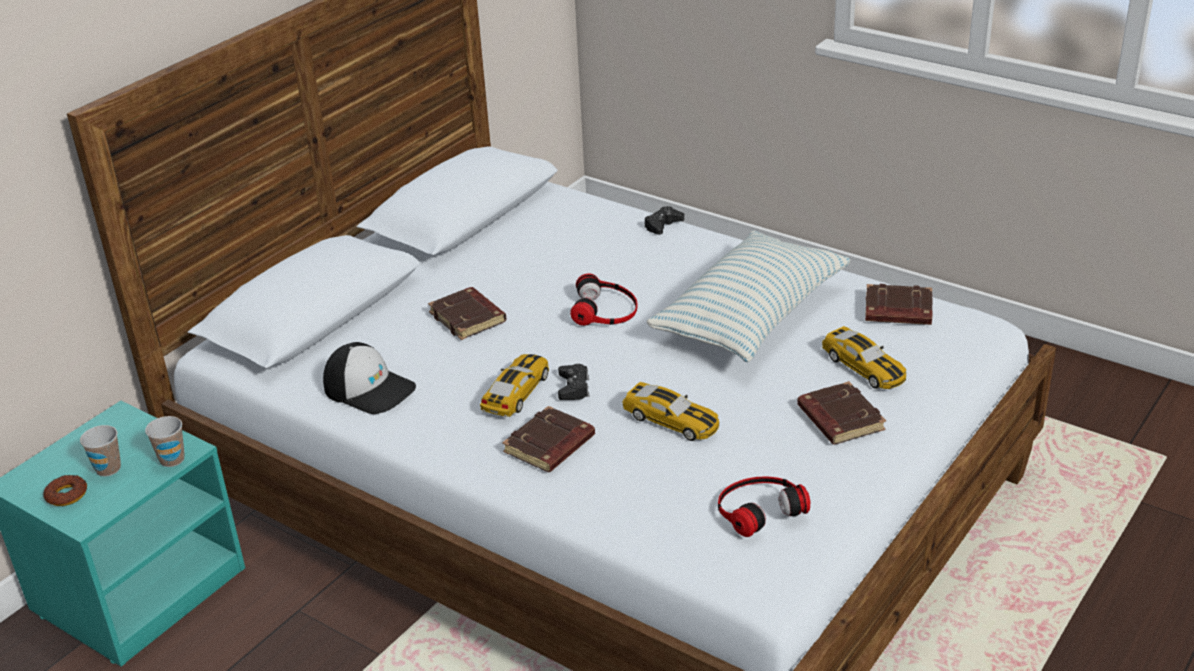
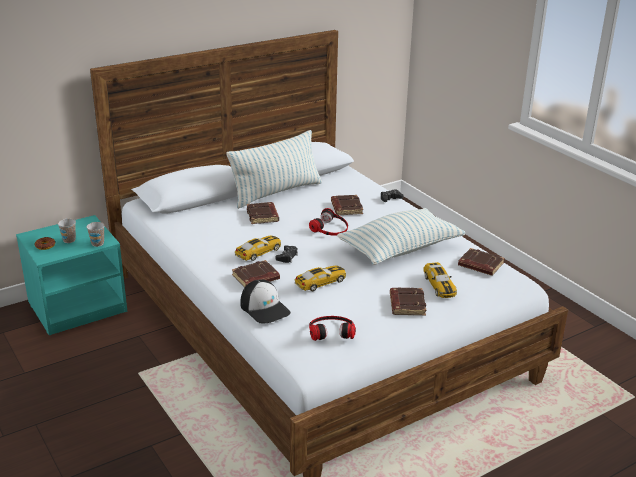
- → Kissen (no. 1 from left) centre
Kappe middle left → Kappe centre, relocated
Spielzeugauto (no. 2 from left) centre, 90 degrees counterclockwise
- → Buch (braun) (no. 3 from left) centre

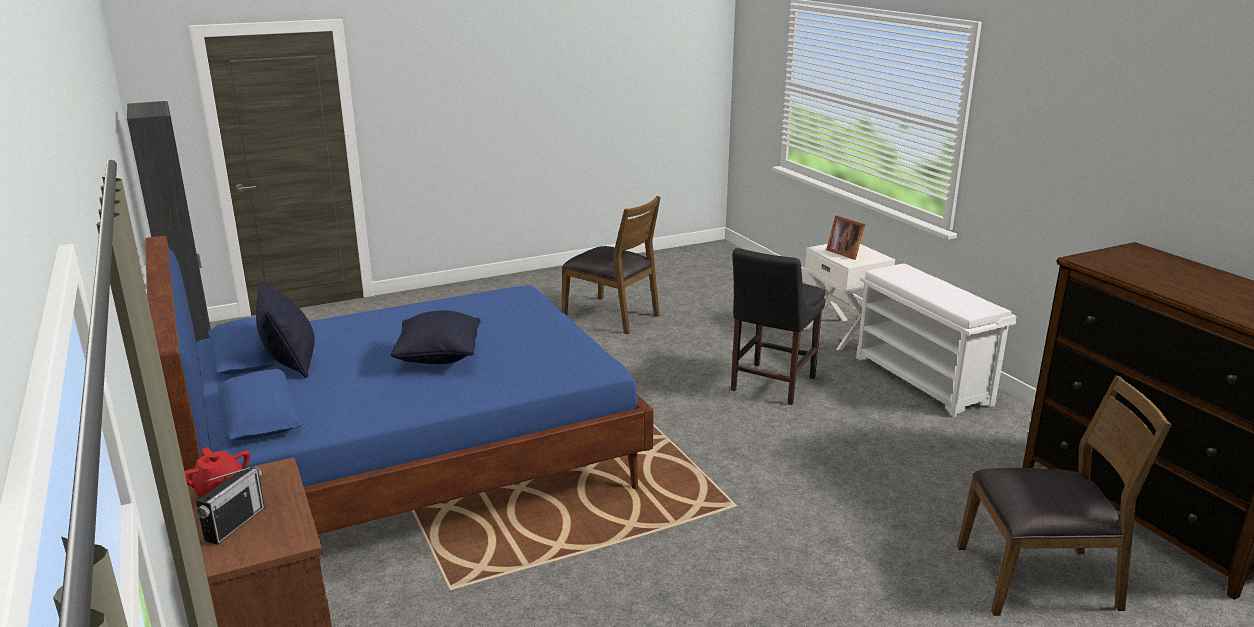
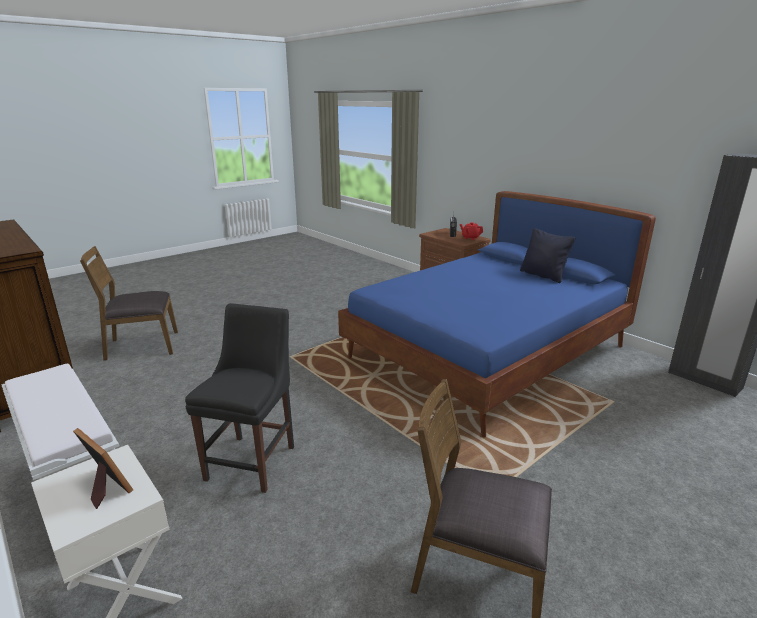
Kissen (schwarz) (no. 2 from left) centre → -

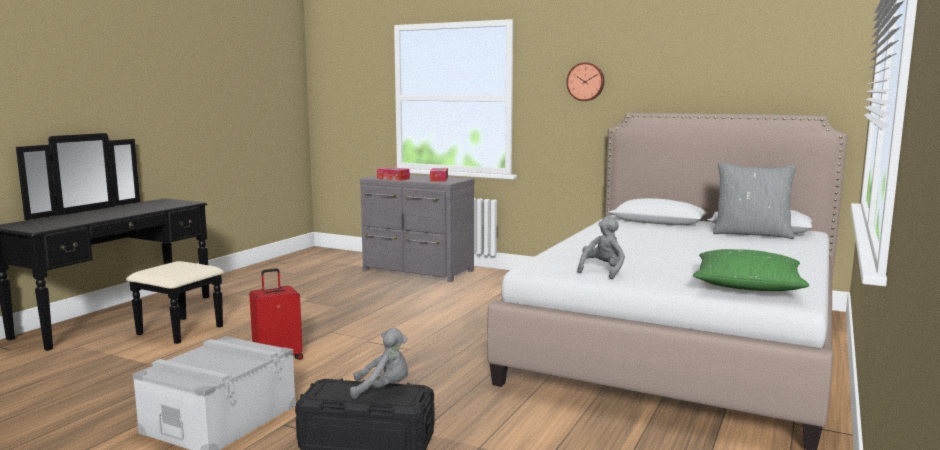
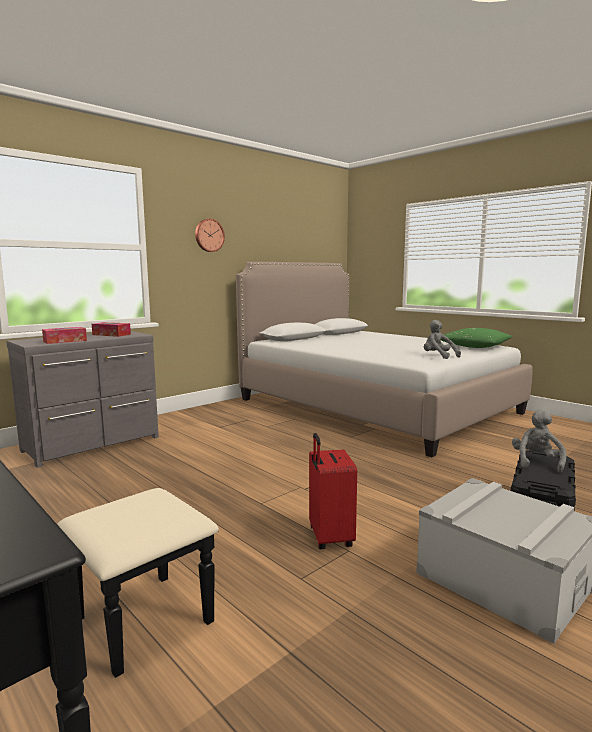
Kissen (grau) middle right → -

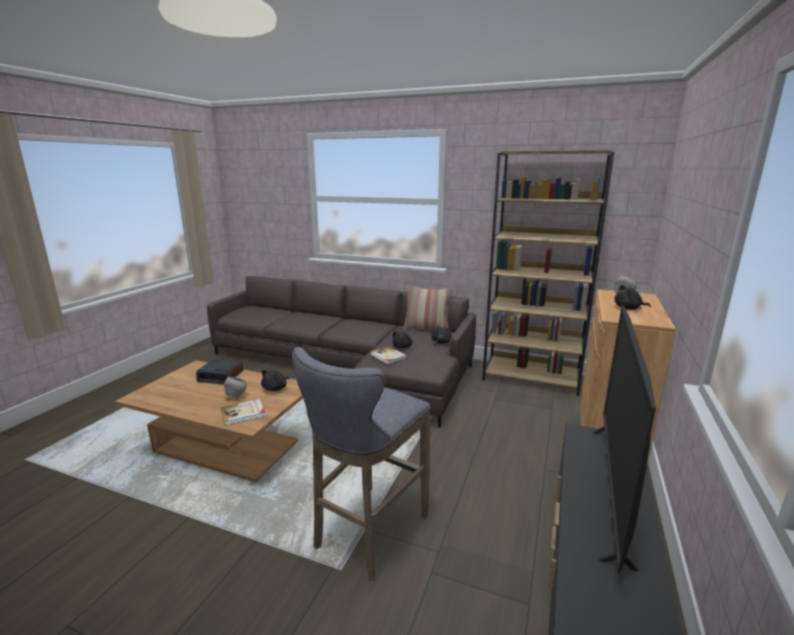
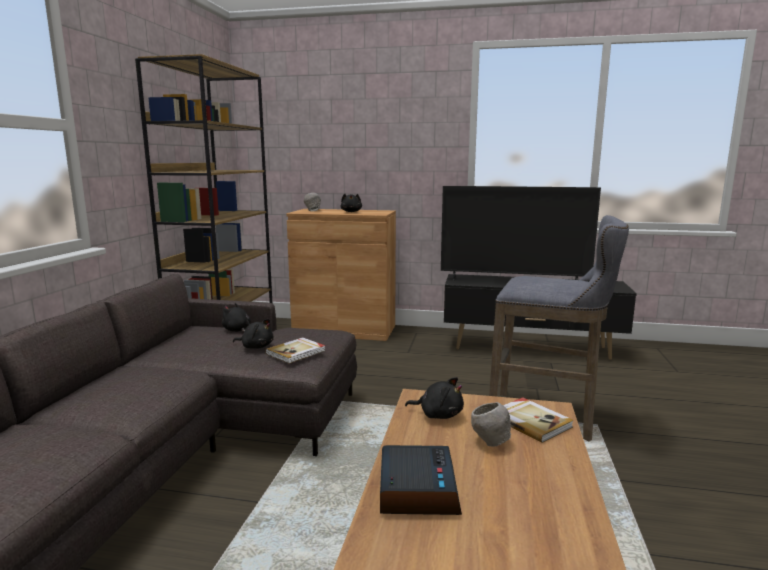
Kissen centre → -

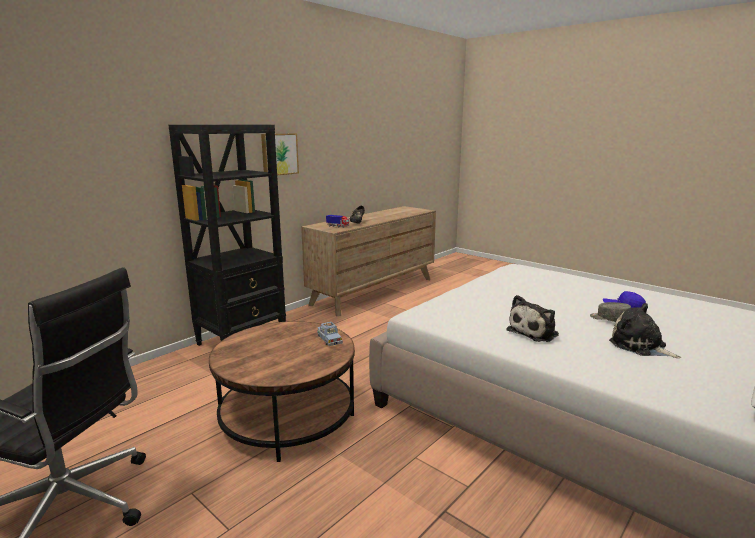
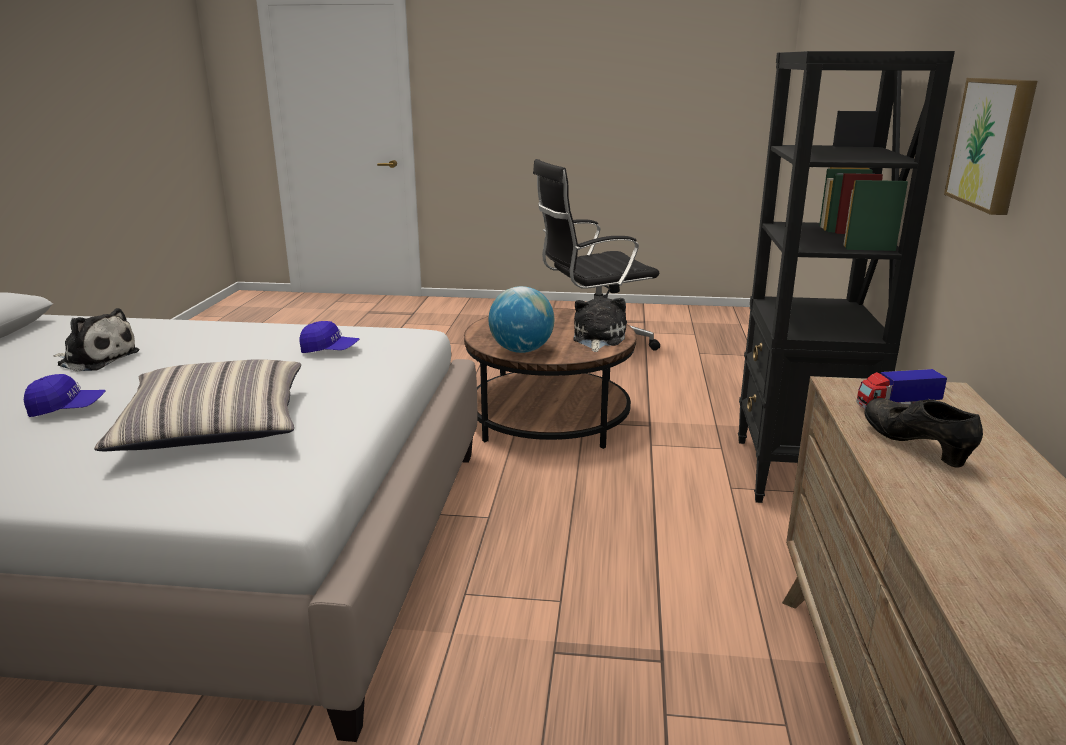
- → Kissen middle left
- → Kappe (blau) (no. 2 from left) middle left
Spielzeugauto (blau) centre → Globus centre
Plüschtier (no. 1 from left in the first image) middle right → Plüschtier (no. 2 from left) centre, relocated
Kappe (grau) middle right → -

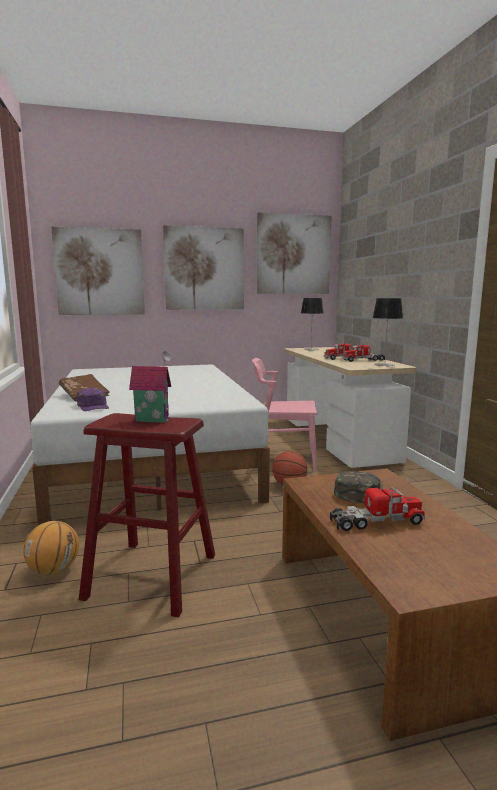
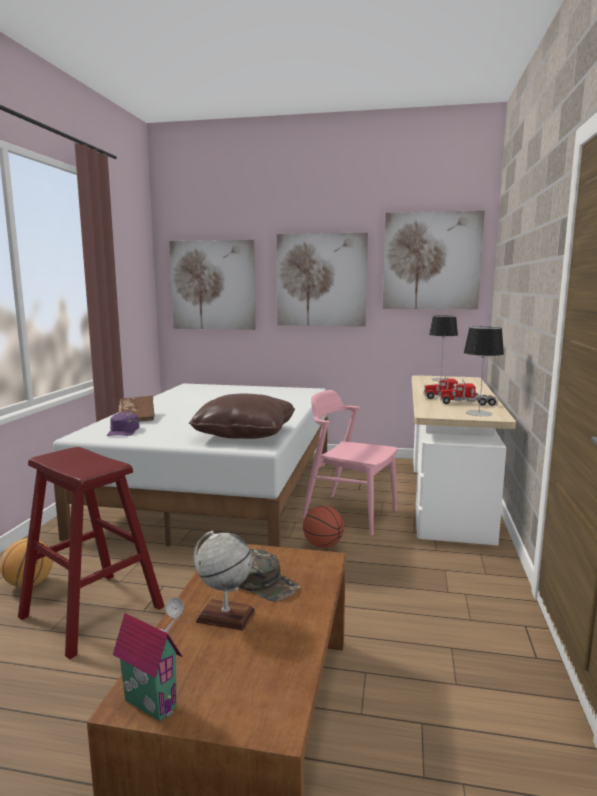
Spielzeughaus middle left → Spielzeughaus bottom left, relocated
- → Kissen (braun) centre
Spielzeuglaster (no. 3 from left) middle right → Globus bottom centre

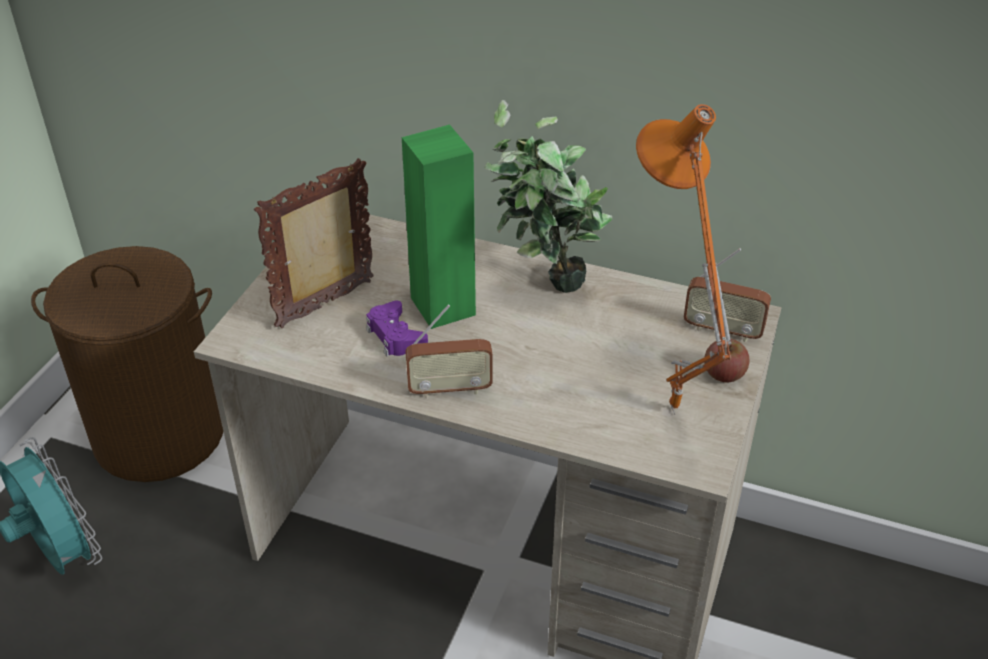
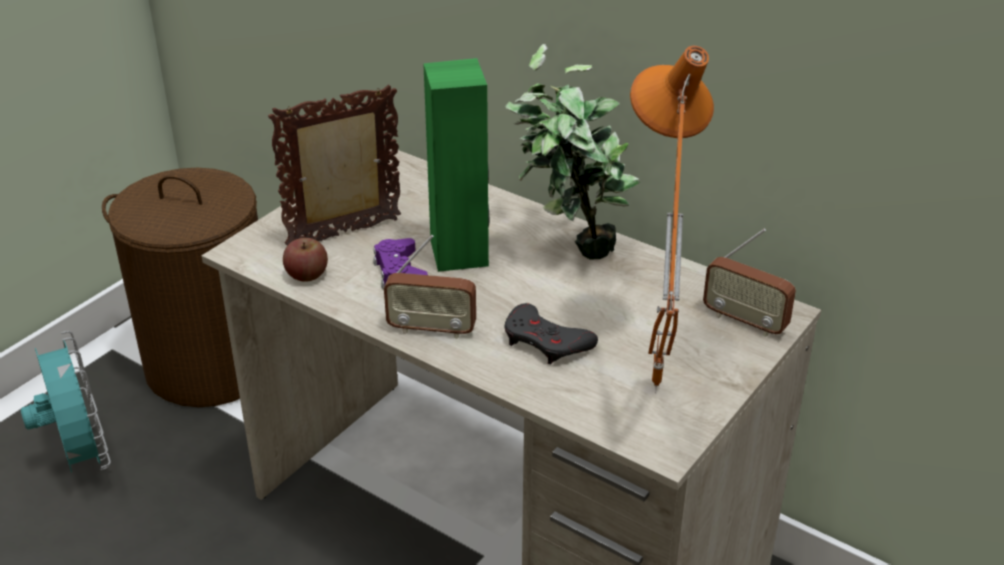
Apfel middle right → Apfel middle left, relocated
- → Gamepad (grau) centre

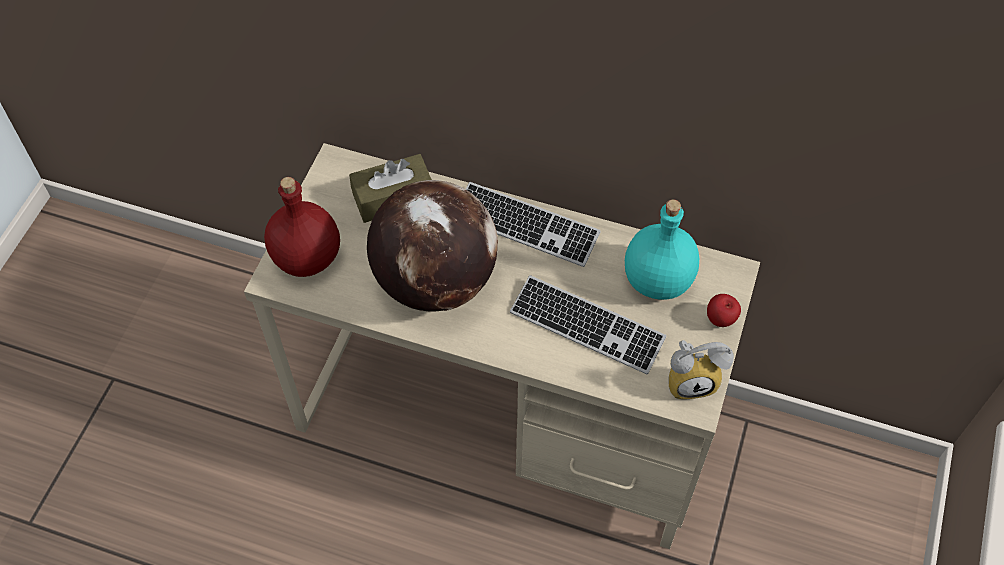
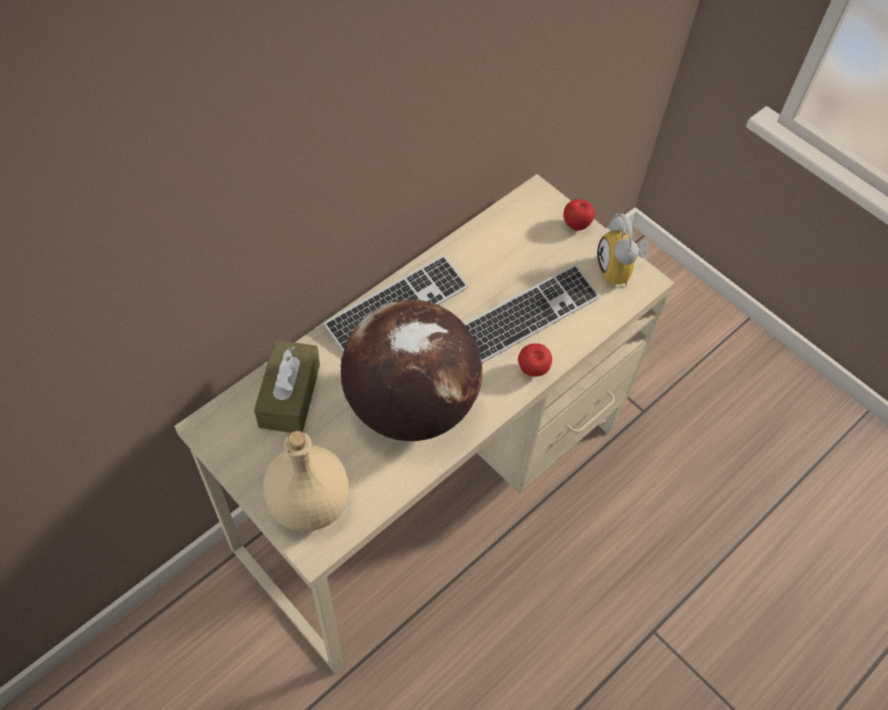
Flasche (rot) middle left → Flasche (beige) bottom centre
- → Apfel (no. 1 from left) centre
Wecker middle right, 150 degrees clockwise
Flasche (türkis) centre → -

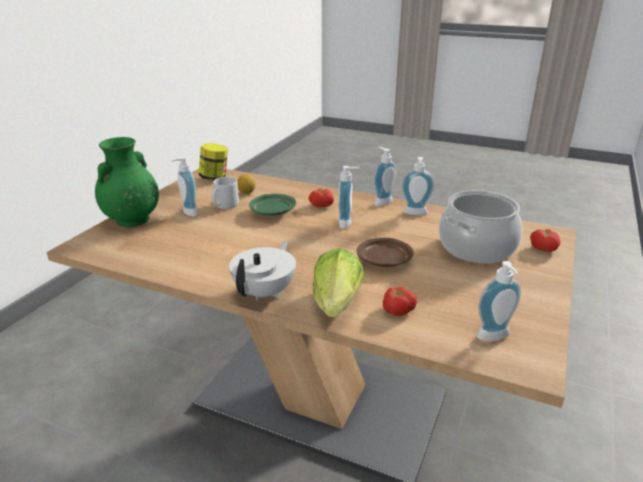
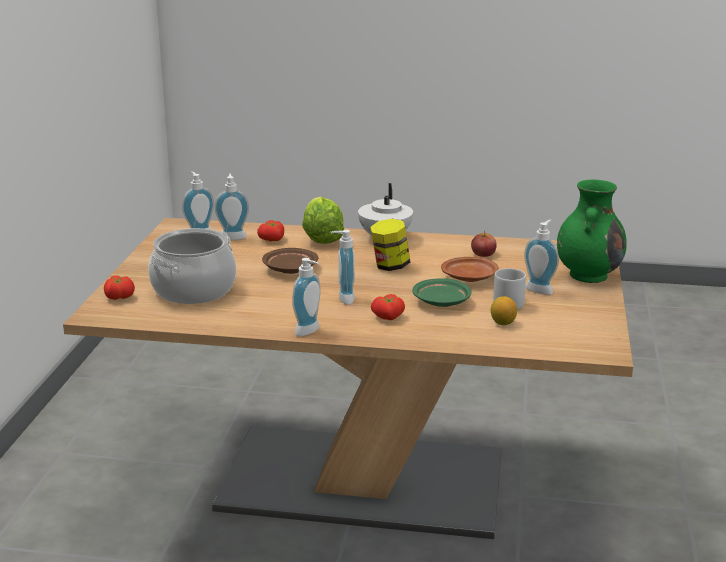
Seifenspender (no. 4 from left in the first image) centre → Seifenspender (no. 2 from left) middle left, relocated
Vorratsglas middle left → Vorratsglas centre, relocated
- → Teller (braun) (no. 2 from left) centre
- → Apfel middle right

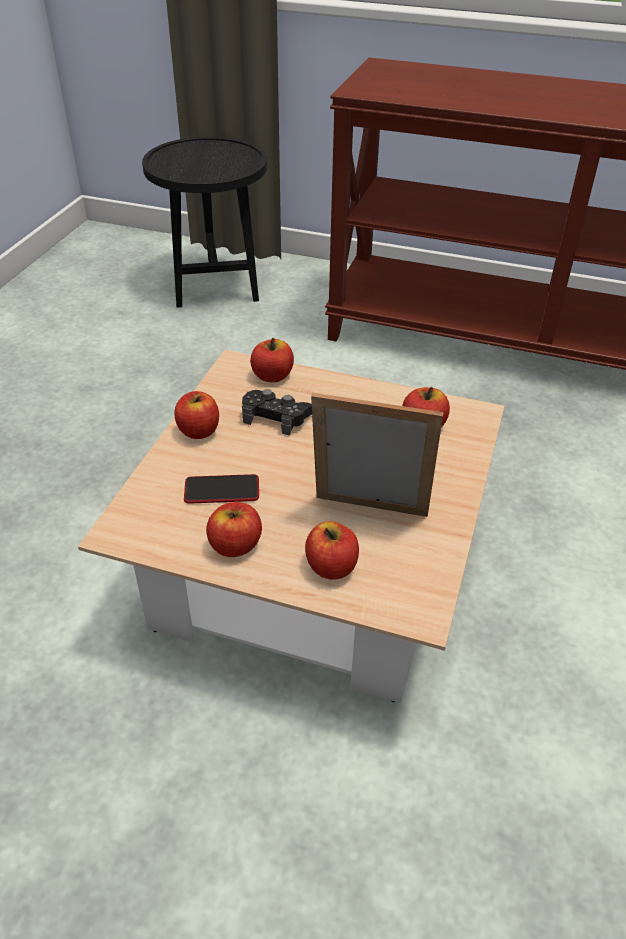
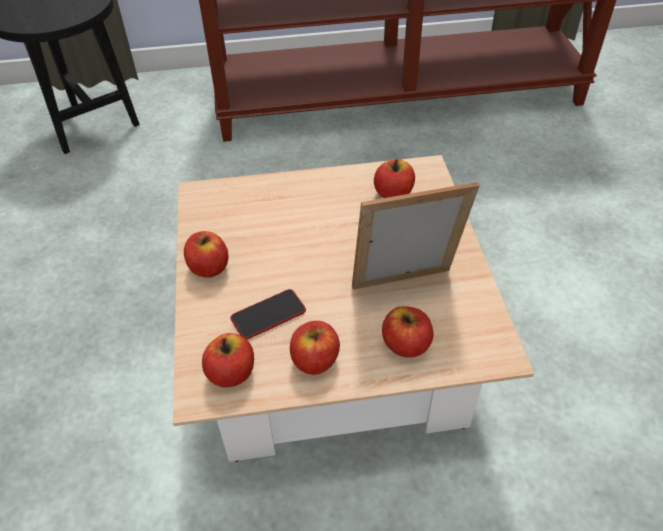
Apfel (no. 3 from left in the first image) centre → Apfel (no. 2 from left) bottom centre, relocated
Gamepad (schwarz) centre → -

